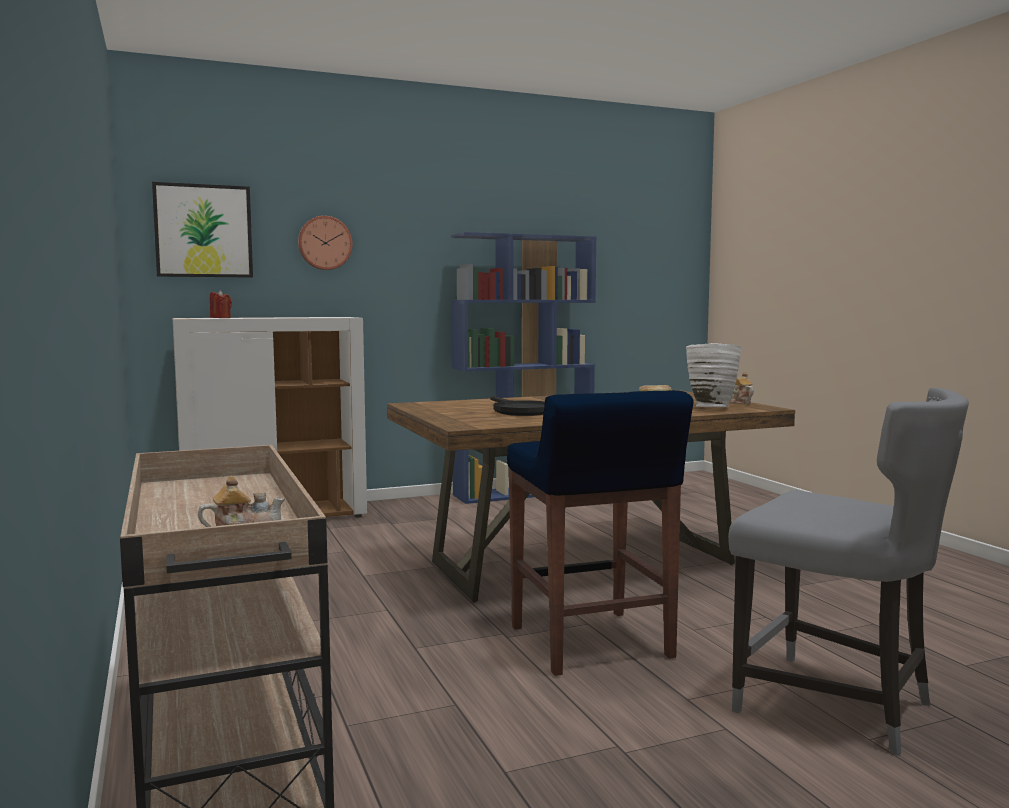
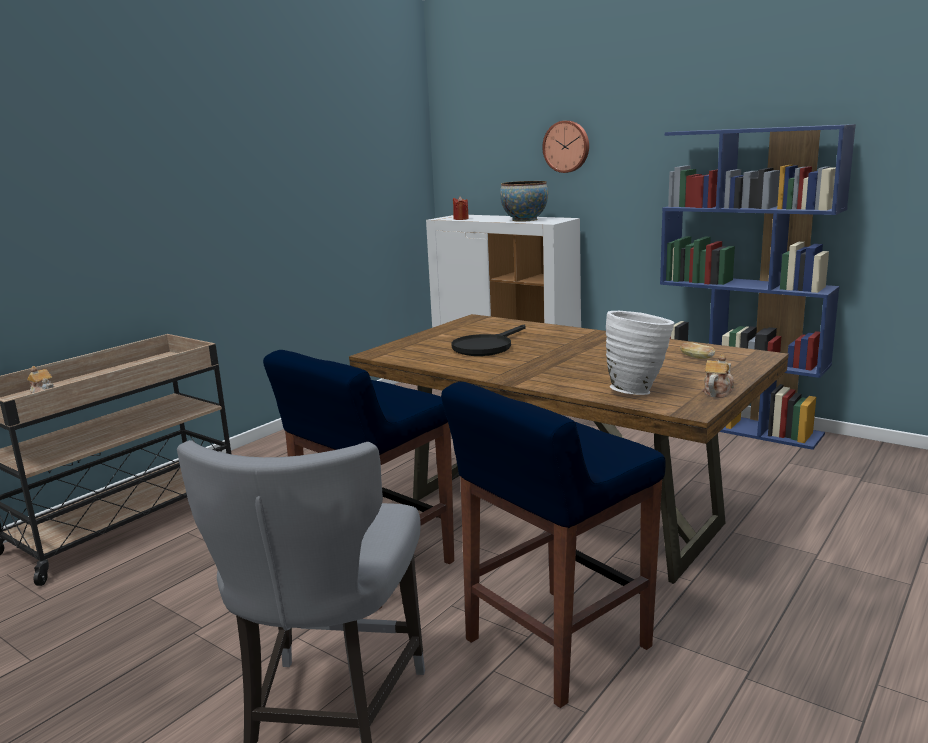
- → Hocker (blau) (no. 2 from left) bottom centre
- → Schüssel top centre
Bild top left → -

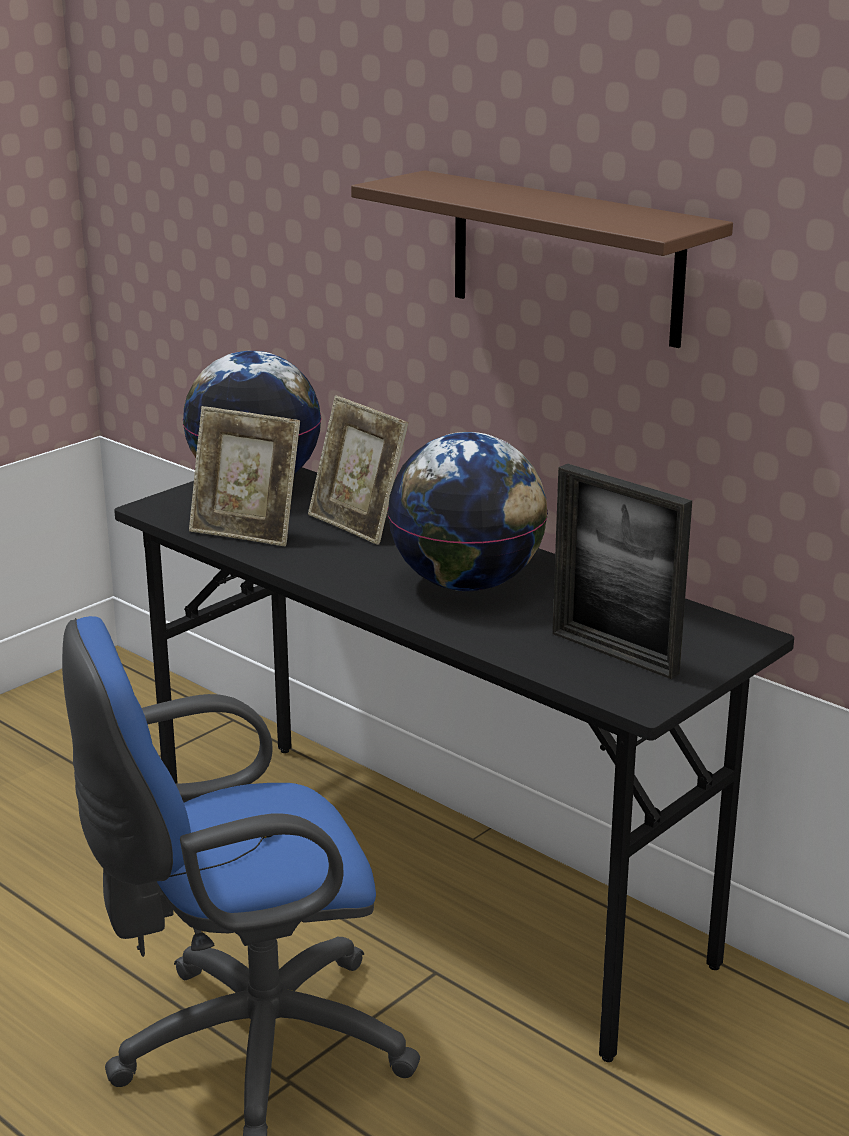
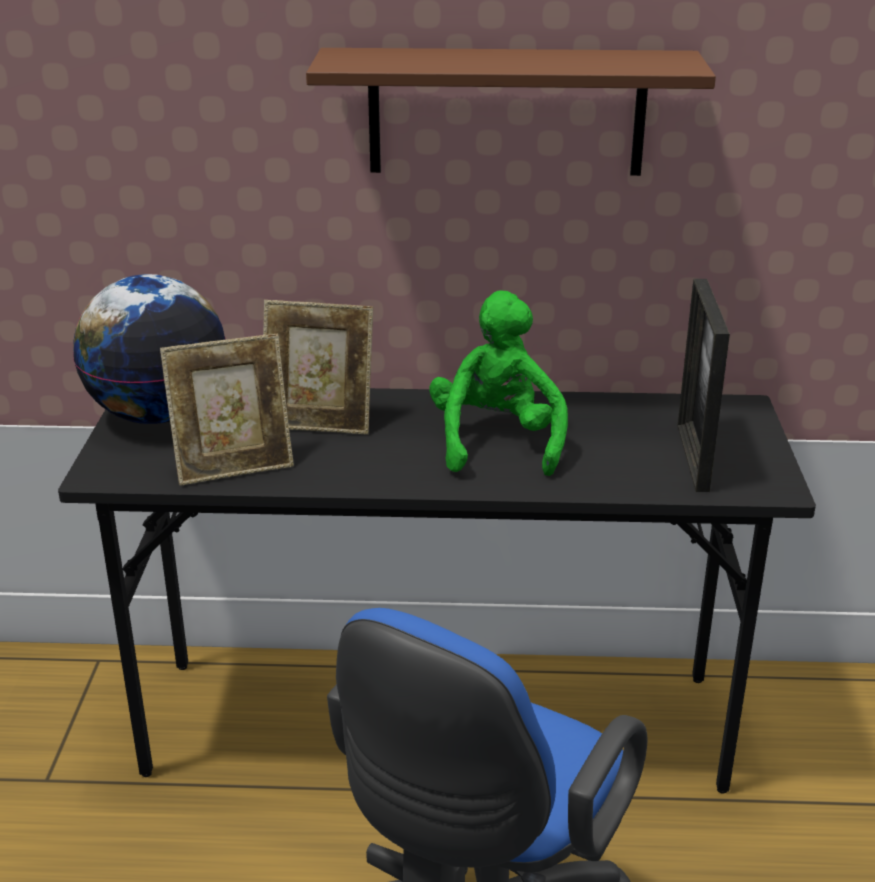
Globus (no. 2 from left) centre → Plüschtier (grün) centre
Bilderrahmen (no. 3 from left) middle right, 90 degrees clockwise

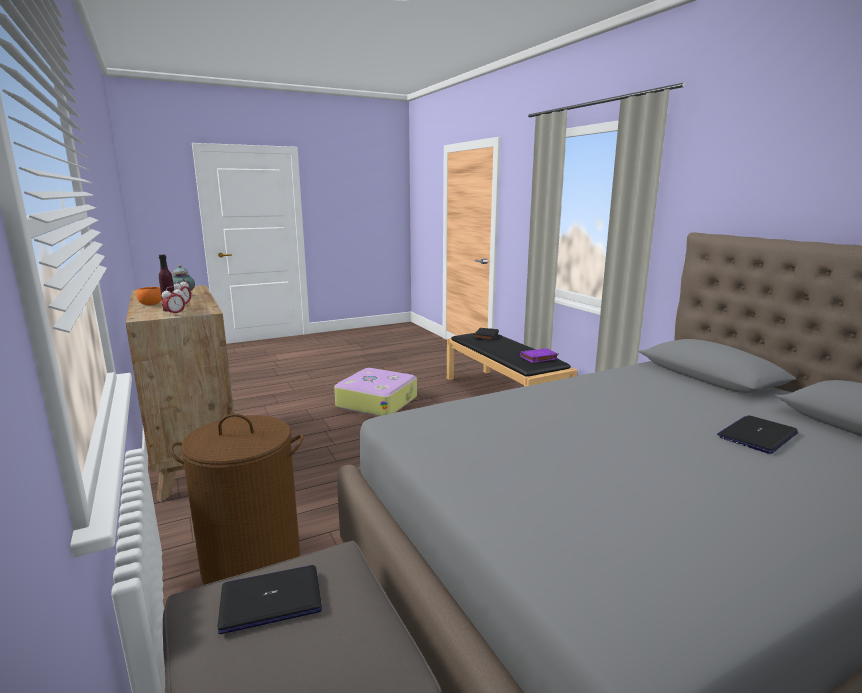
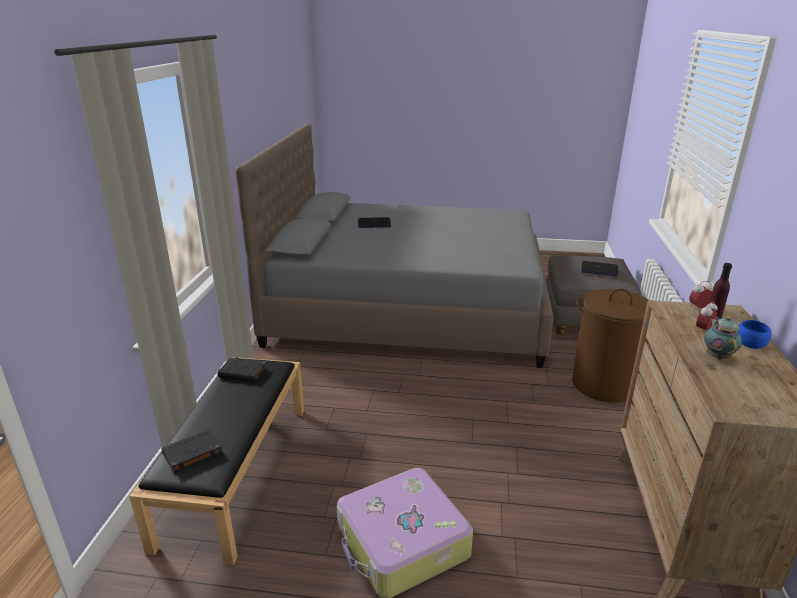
Buch (lila) centre → Buch (schwarz) (no. 2 from left) middle left
Schüssel (orange) middle left → Schüssel (blau) middle right

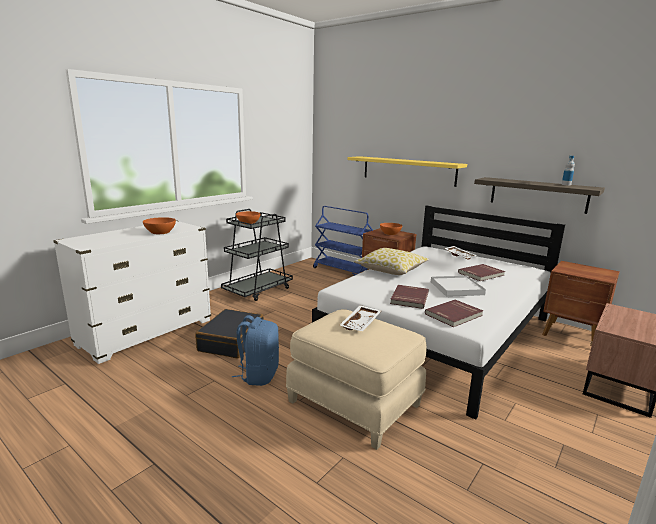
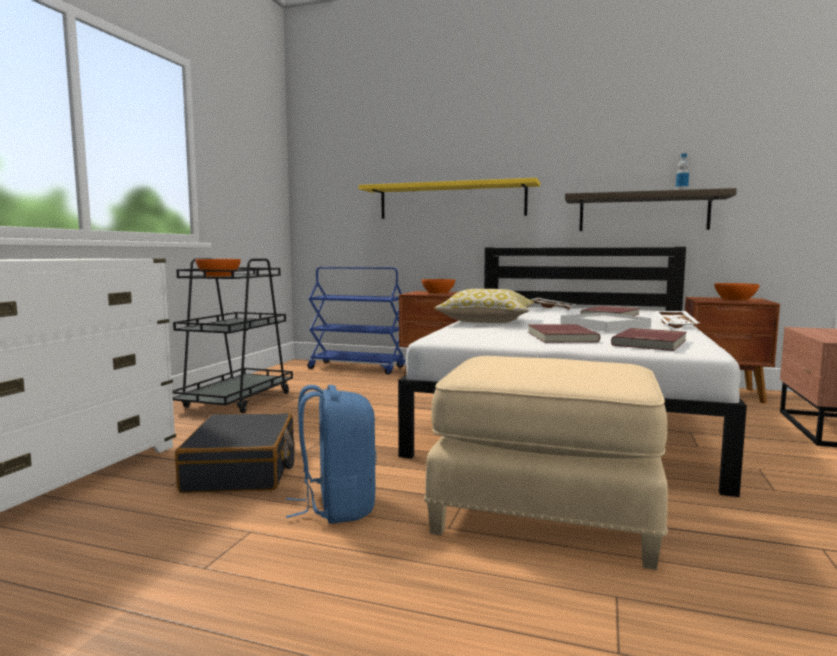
Tablett (weiß) (no. 1 from left in the first image) centre → Tablett (weiß) (no. 3 from left) middle right, relocated
Schüssel (orange) (no. 1 from left in the first image) middle left → Schüssel (orange) (no. 3 from left) middle right, relocated

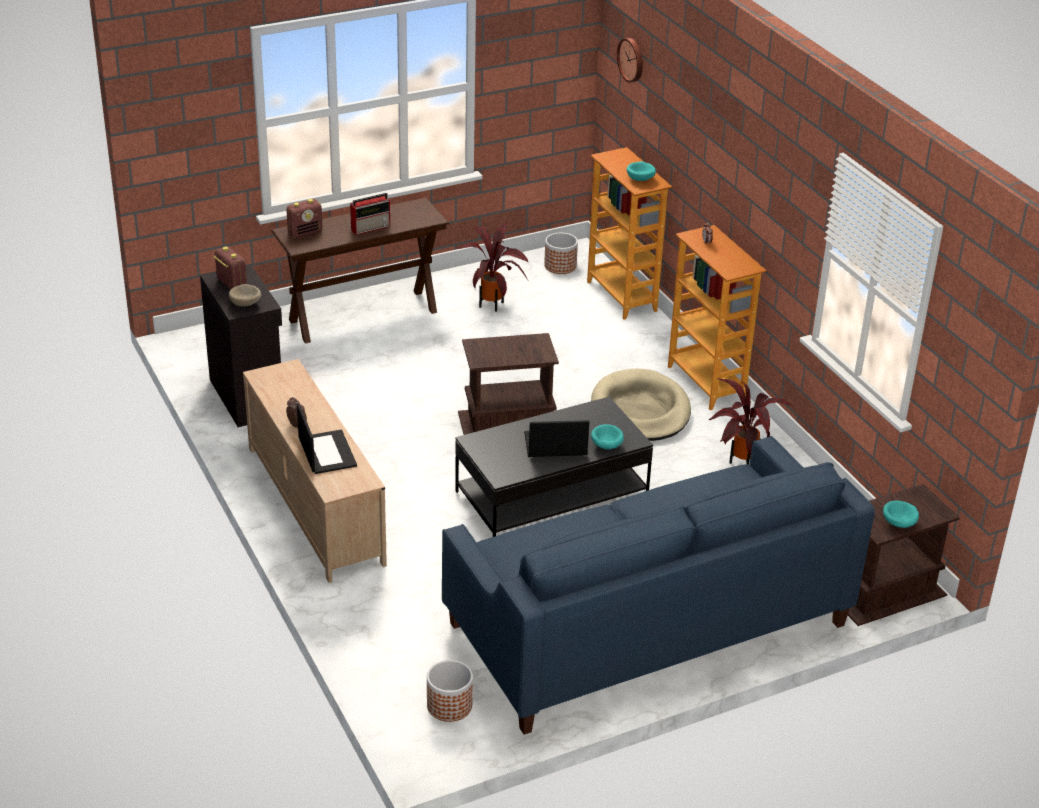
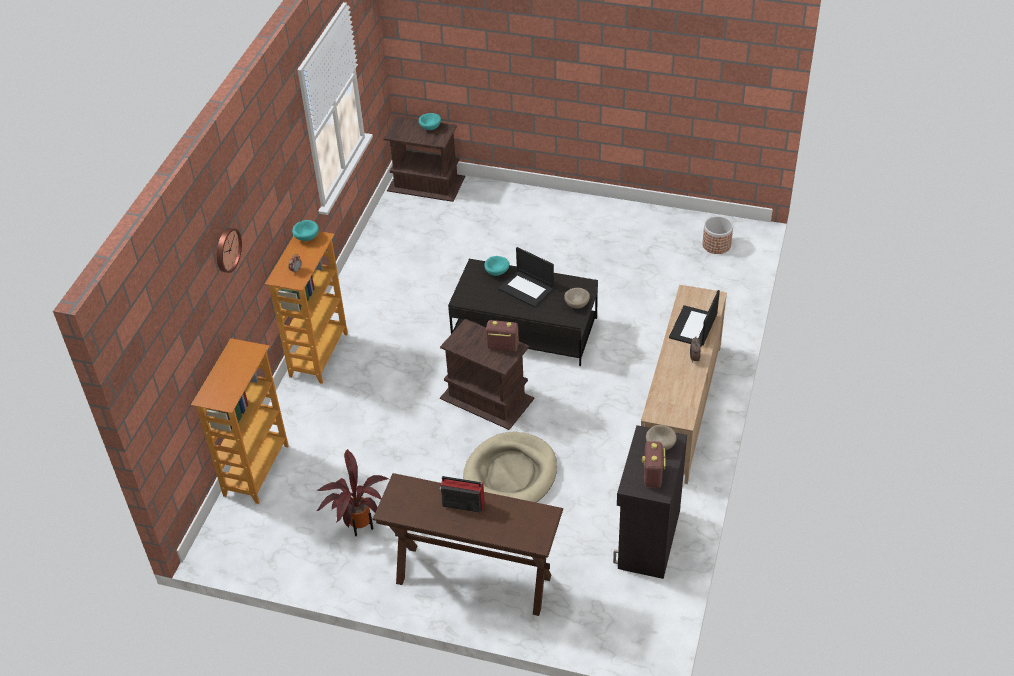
Wanduhr top centre → Wanduhr middle left, relocated
Schüssel (türkis) (no. 2 from left in the first image) top centre → Schüssel (türkis) (no. 1 from left) middle left, relocated
Hundebett (beige) centre → Hundebett (beige) bottom centre, relocated
Radio (no. 2 from left) top left → Radio (no. 2 from left) centre, relocated
- → Schüssel (beige) (no. 1 from left) centre
Sofa (blau) bottom centre → -
Pflanzkübel (no. 2 from left) top centre → -
Topfpflanze (no. 2 from left) middle right → -

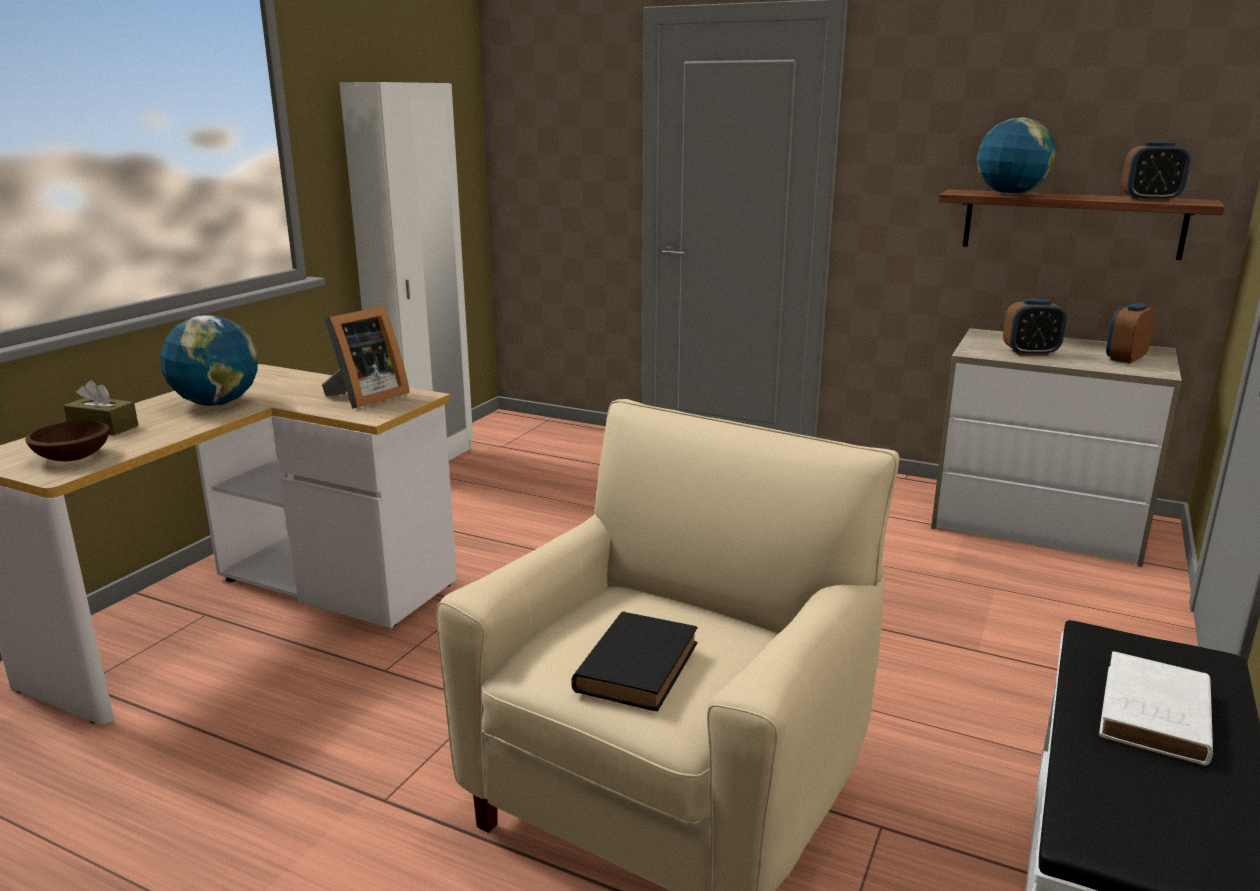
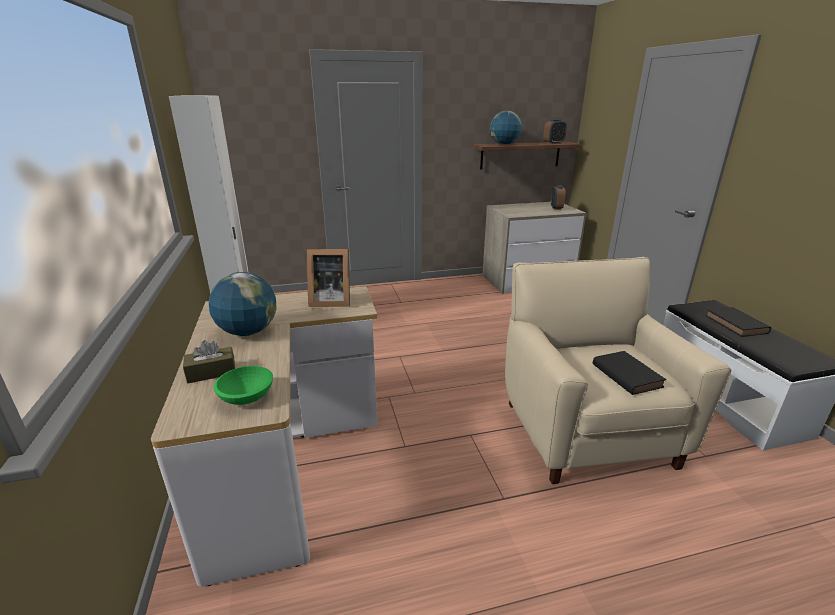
Schüssel (braun) middle left → Schüssel (grün) middle left
Bilderrahmen middle left → Bilderrahmen centre, 90 degrees clockwise
Buch (weiß) bottom right → Buch (schwarz) (no. 2 from left) middle right
Wecker (no. 1 from left) middle right → -

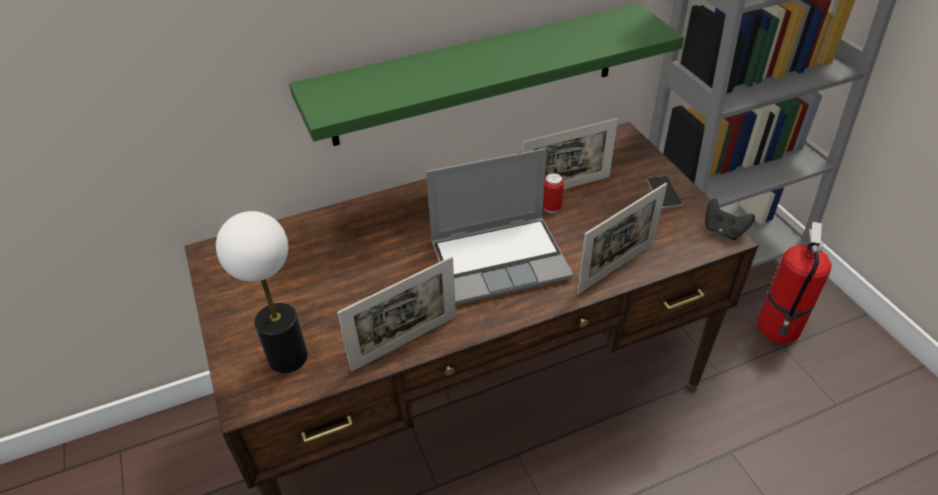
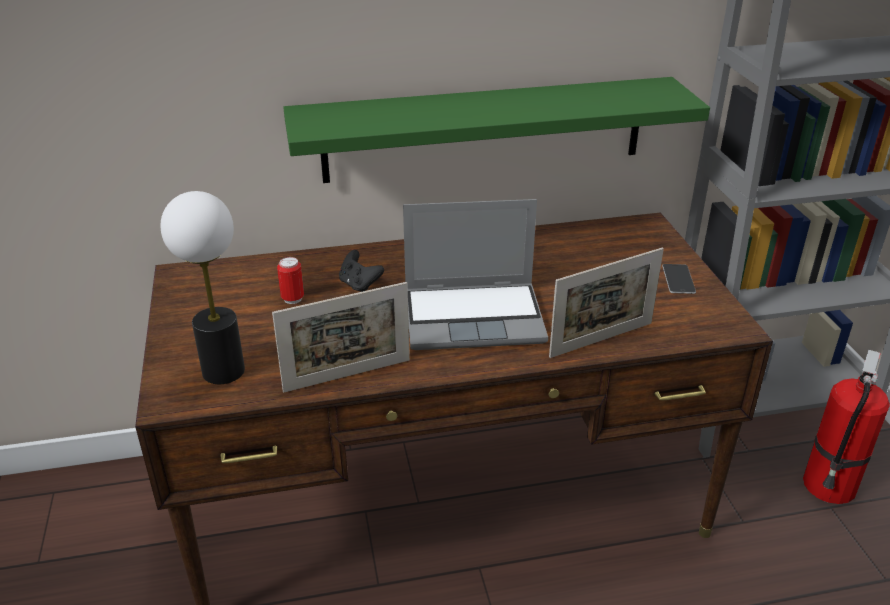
Dose centre → Dose middle left, relocated
Gamepad (schwarz) middle right → Gamepad (schwarz) centre, relocated
Bilderrahmen (no. 2 from left) top centre → -

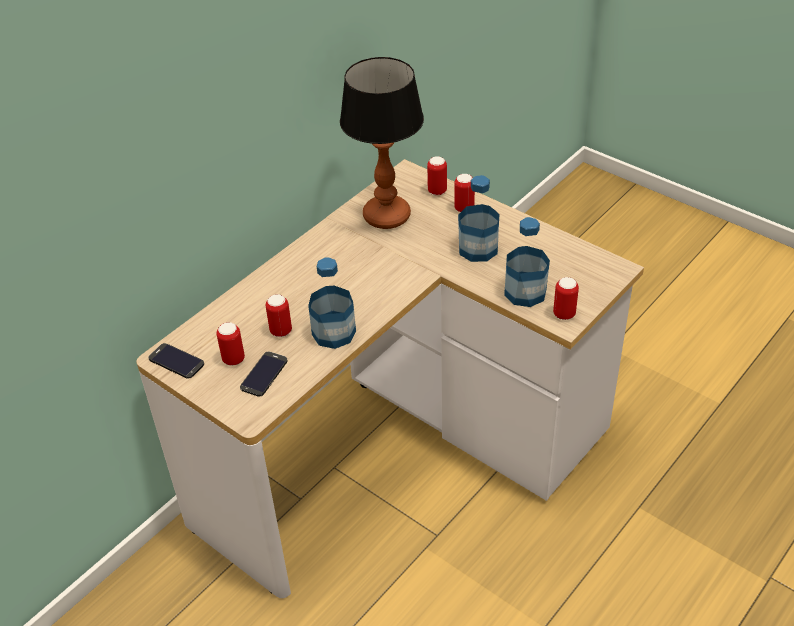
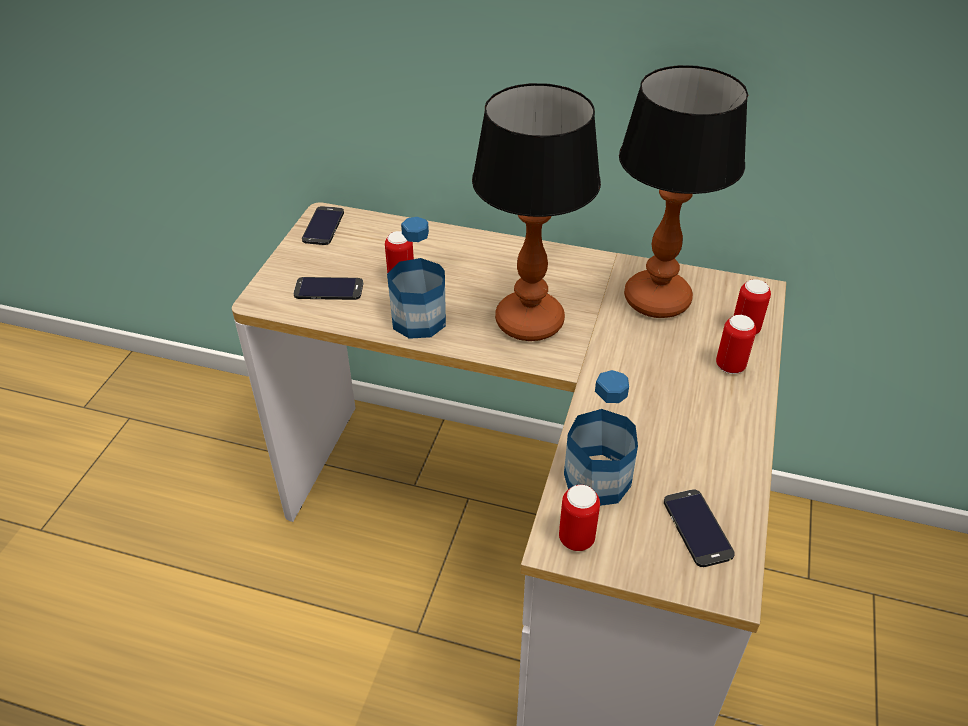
- → Tischlampe (no. 1 from left) top centre
- → Handy (no. 3 from left) bottom right
Dose (no. 1 from left) middle left → -
Flasche (no. 2 from left) centre → -

